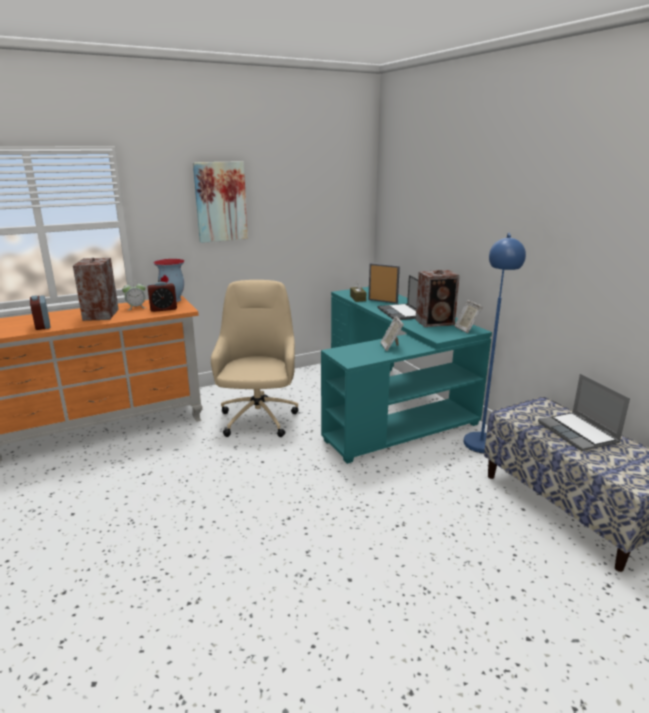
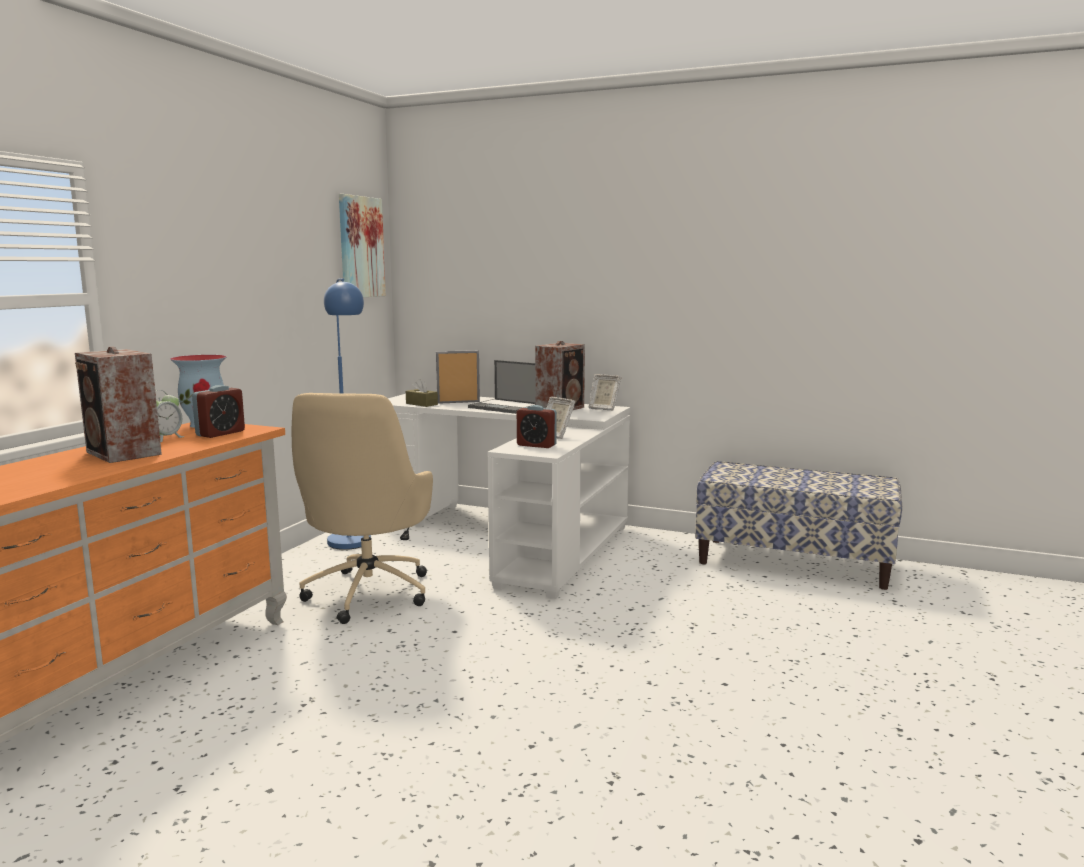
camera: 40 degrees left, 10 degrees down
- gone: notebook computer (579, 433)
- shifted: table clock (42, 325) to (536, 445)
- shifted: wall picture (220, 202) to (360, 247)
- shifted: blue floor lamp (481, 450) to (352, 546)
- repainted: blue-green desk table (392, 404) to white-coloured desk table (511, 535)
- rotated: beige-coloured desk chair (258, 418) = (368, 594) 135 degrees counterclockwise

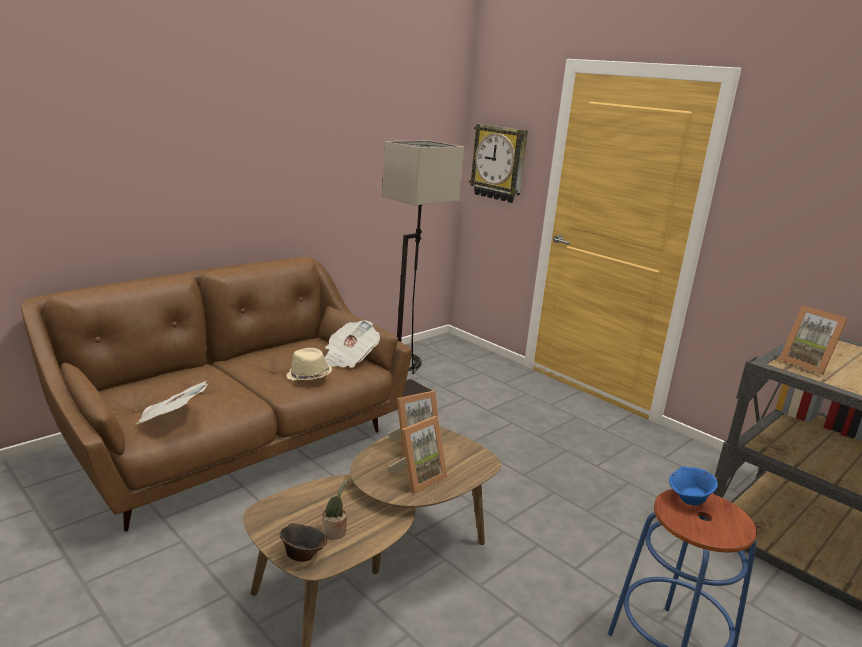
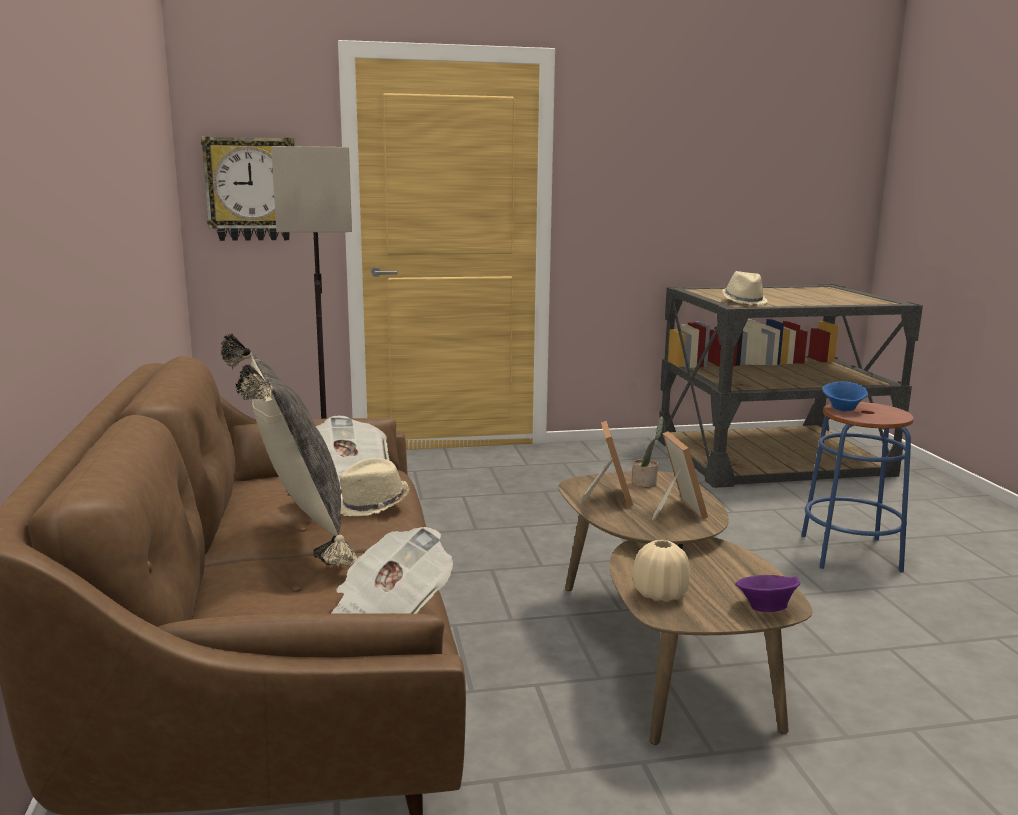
camera: 55 degrees left, 5 degrees down
- new: pillow (289, 543)
- new: beige-coloured flower vase (660, 594)
- shifted: potted plant (335, 532) to (646, 483)
- swapped: photo frame (806, 364) to beige-coloured hat (744, 301)
- repainted: brown-coloured deep dish (302, 555) to purple deep dish (764, 608)

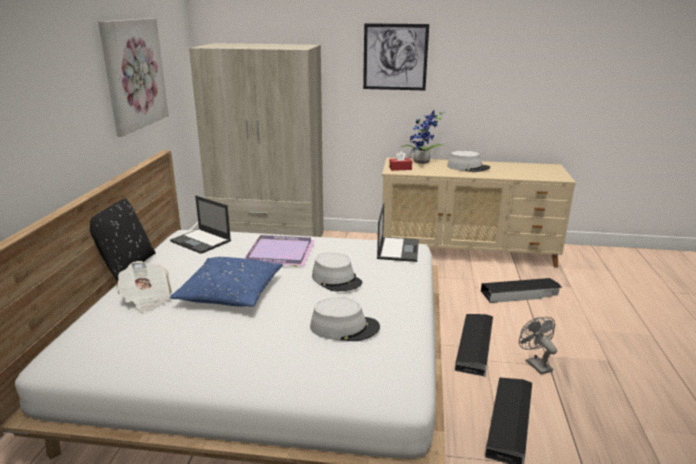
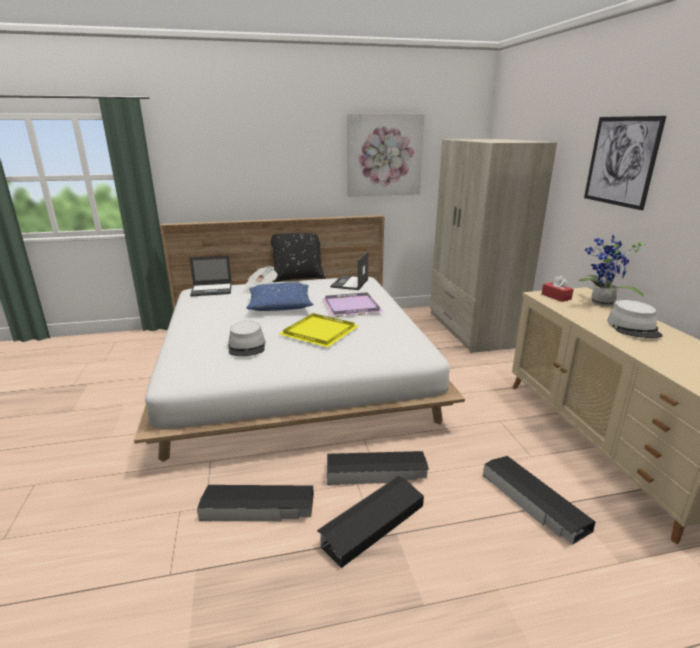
camera: 70 degrees right, 0 degrees up
- shifted: notebook computer (398, 249) to (212, 290)
- swapped: greyish hat (336, 280) to yellow carrying tray (321, 332)
- swapped: greyish fan (535, 364) to blackish storage container (372, 524)

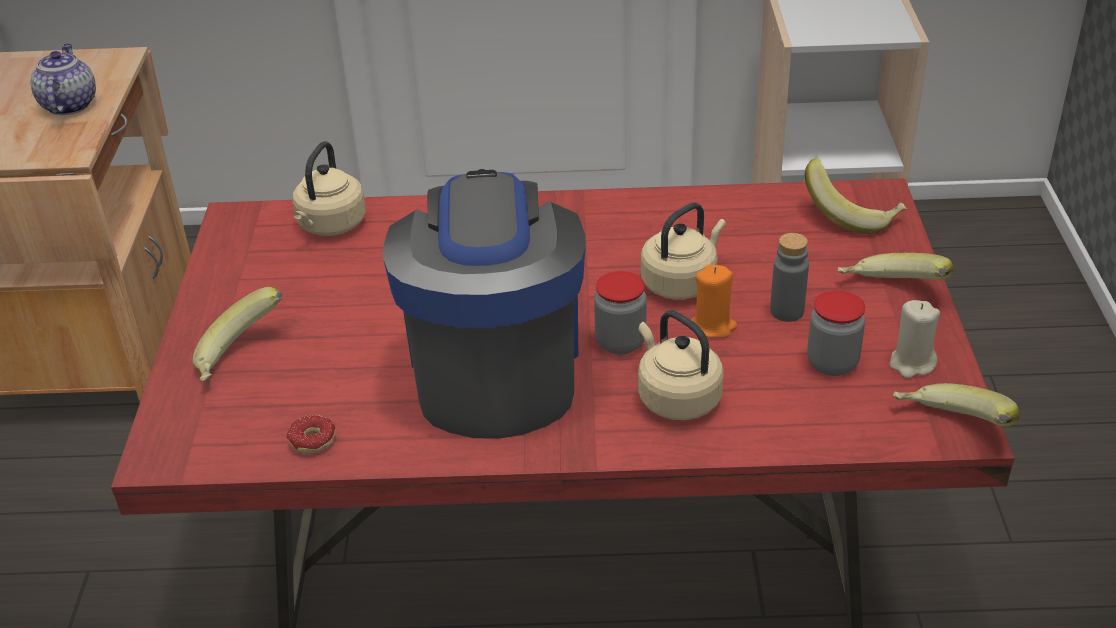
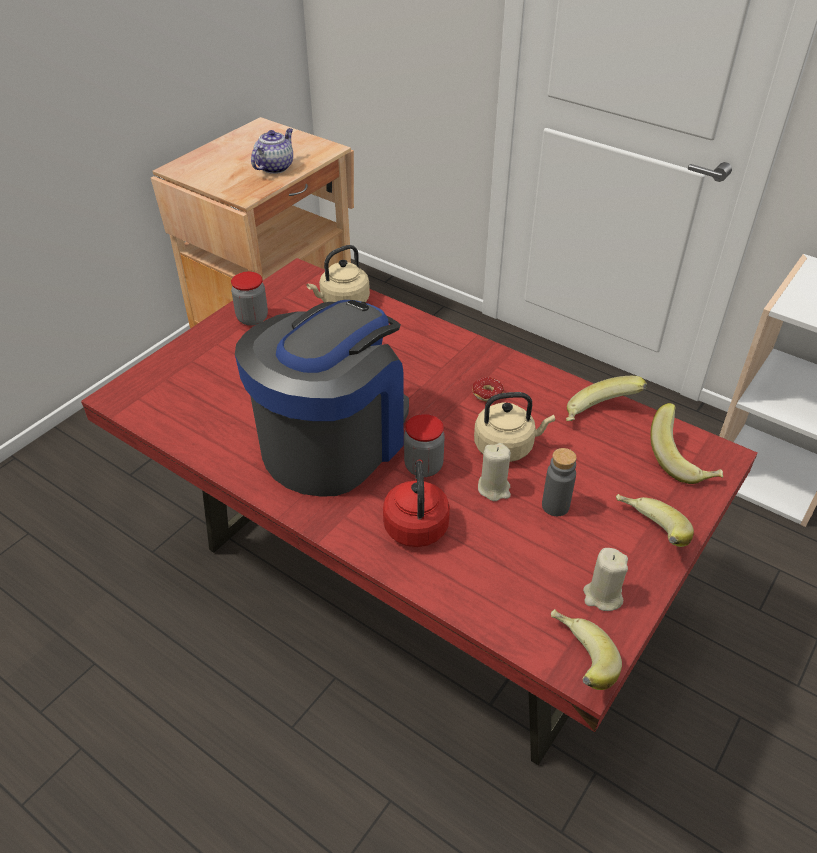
camera: 35 degrees right, 5 degrees up
- shifted: whole banana (241, 359) to (599, 416)
- shifted: donut (313, 447) to (485, 397)
- shifted: preserve jar (832, 363) to (252, 318)
- repainted: beige-coloured kettle (676, 398) to red-coloured kettle (416, 524)
- repainted: orangey candle (713, 326) to beige-coloured candle (494, 488)

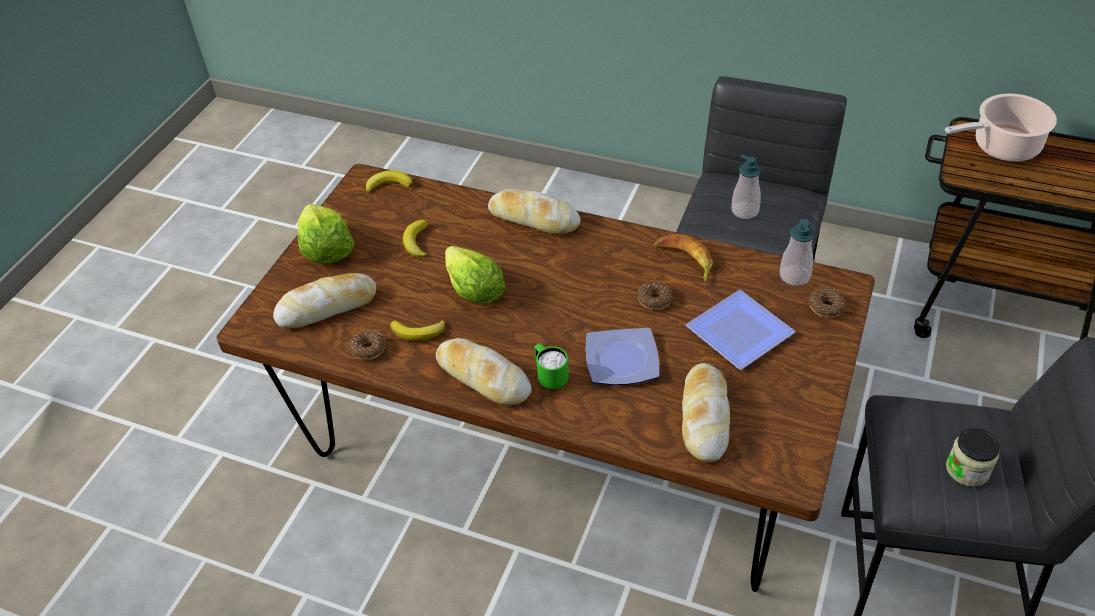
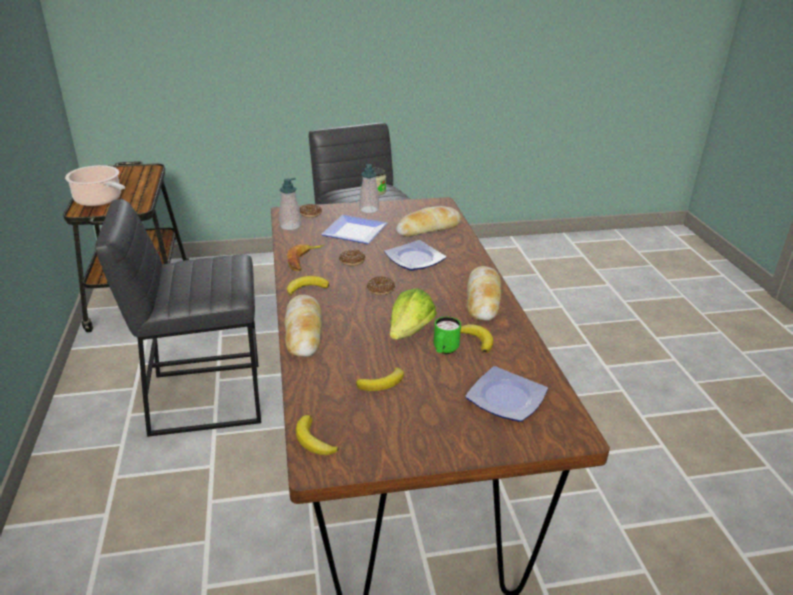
camera: 125 degrees left, 15 degrees down
- gone: head of lettuce (326, 249)
- new: whole banana (306, 288)
- shifted: donut (368, 349) to (381, 290)
- shifted: green tea mug (550, 378) to (444, 351)
- shifted: liquid soap bottle (745, 211) to (369, 209)
- swapped: bread (327, 307) to flat dish (504, 398)

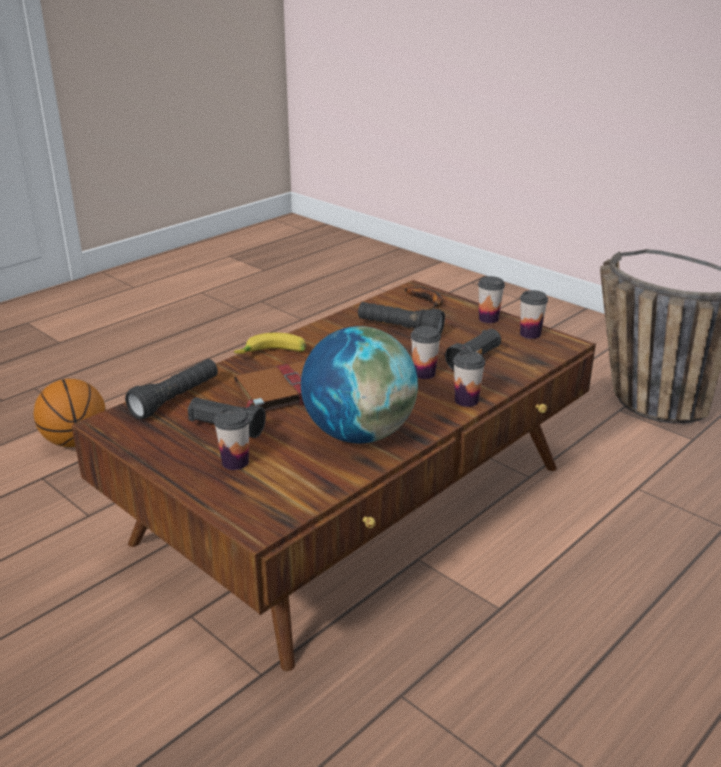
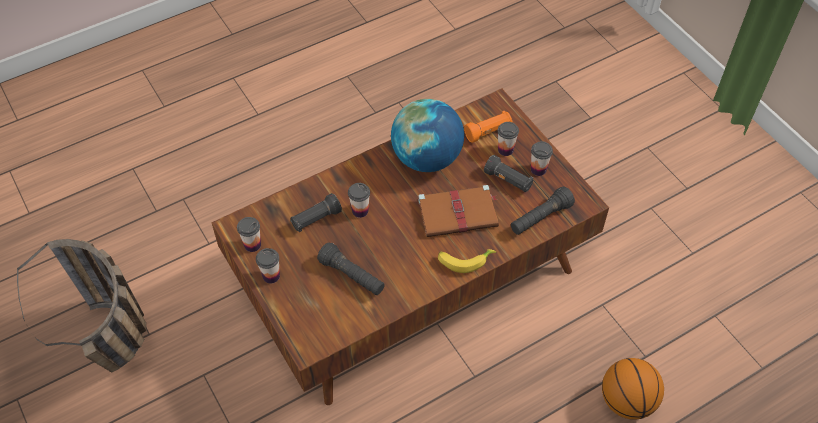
camera: 165 degrees left, 25 degrees up
- gone: whole banana (428, 302)
- new: orangey hand torch (488, 132)
- shifted: drinking cup (466, 400) to (538, 169)

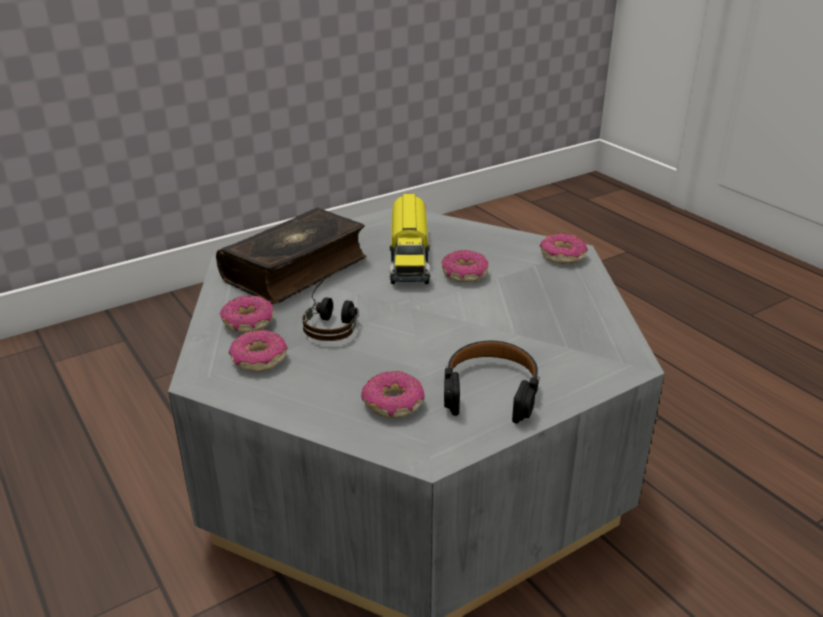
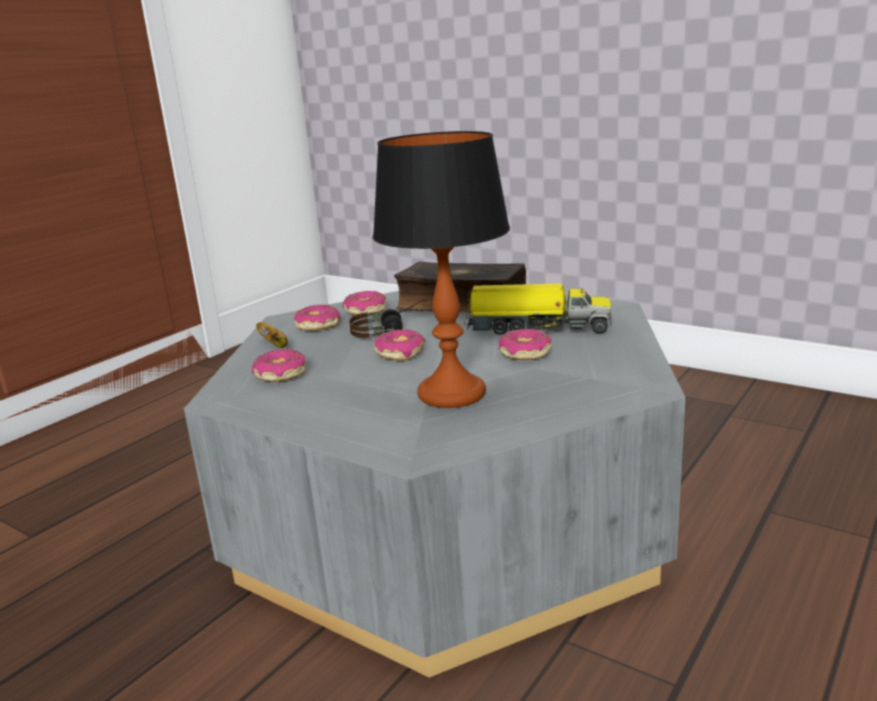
camera: 70 degrees right, 10 degrees down
- gone: blackish headphones (490, 390)
- new: whole banana (275, 345)
- new: tabletop lamp (453, 393)
- shifted: donut (562, 256) to (400, 353)
- rotated: toy truck (409, 254) = (537, 327) 150 degrees counterclockwise

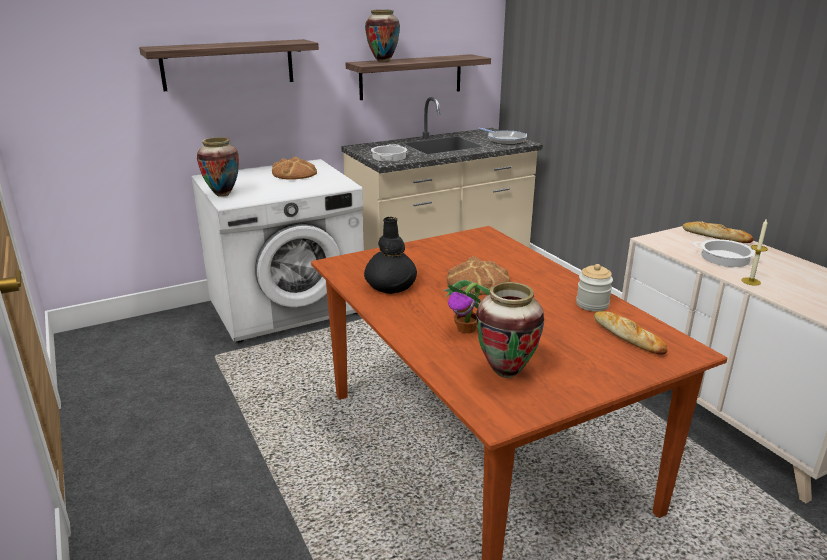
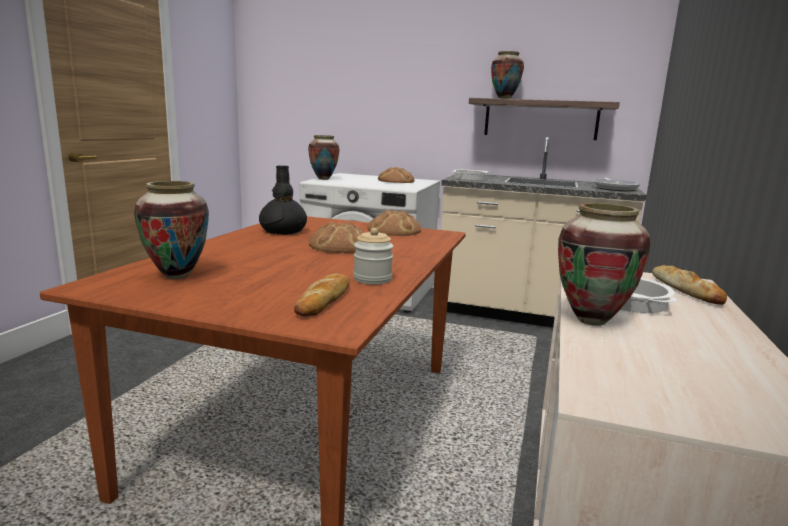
camera: 45 degrees right, 10 degrees down
- gone: wall shelf (228, 64)
- gone: potted plant (467, 329)
- new: bread (394, 230)
- swapped: candle (751, 281) to flower vase (591, 320)

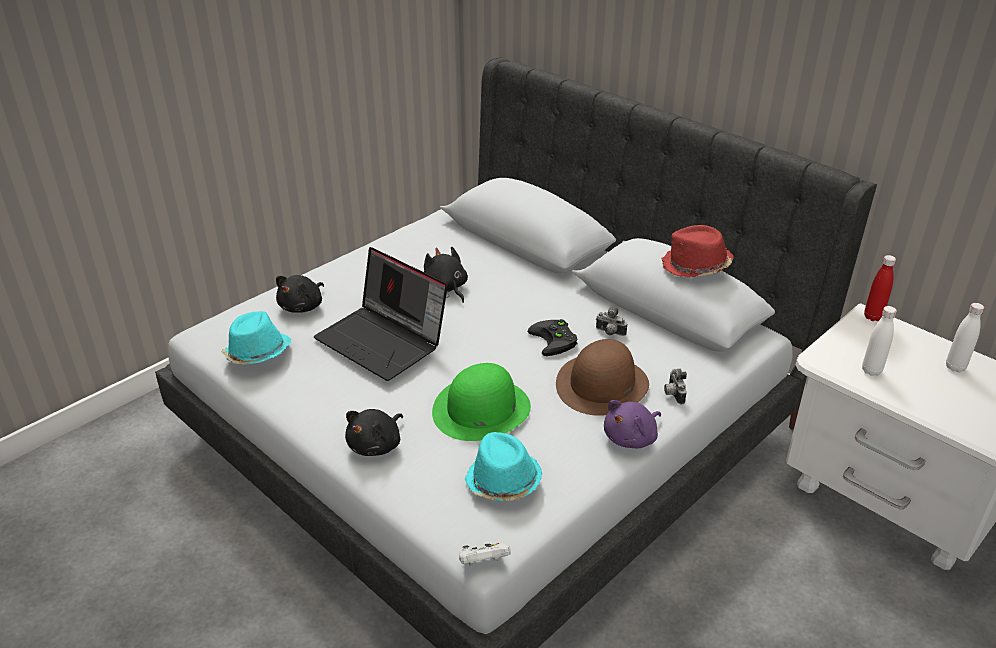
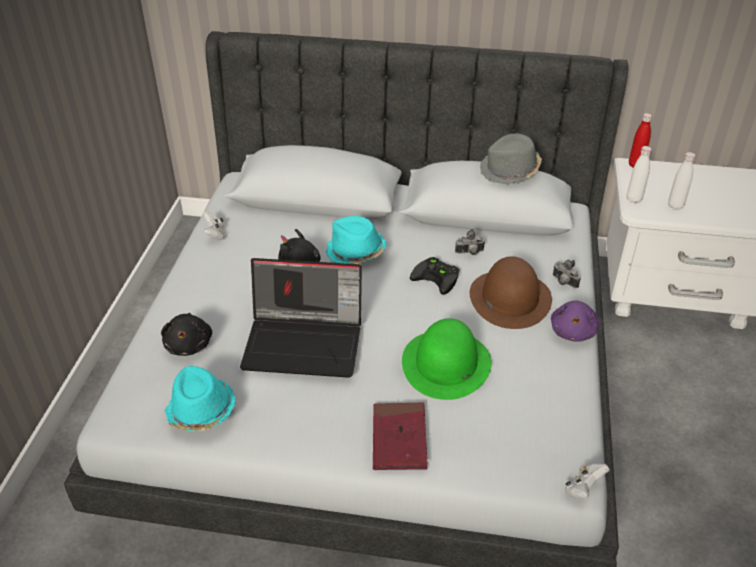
camera: 35 degrees left, 5 degrees up
- new: white-coloured gamepad (215, 234)
- shifted: blue-green hat (503, 482) to (355, 252)
- shifted: white-coloured drink bottle (955, 367) to (634, 199)
- swapped: blackish cuddly toy (376, 445) to red-coloured volume (399, 439)
- repainted: red-coloured hat (695, 266) to greyish hat (510, 171)

